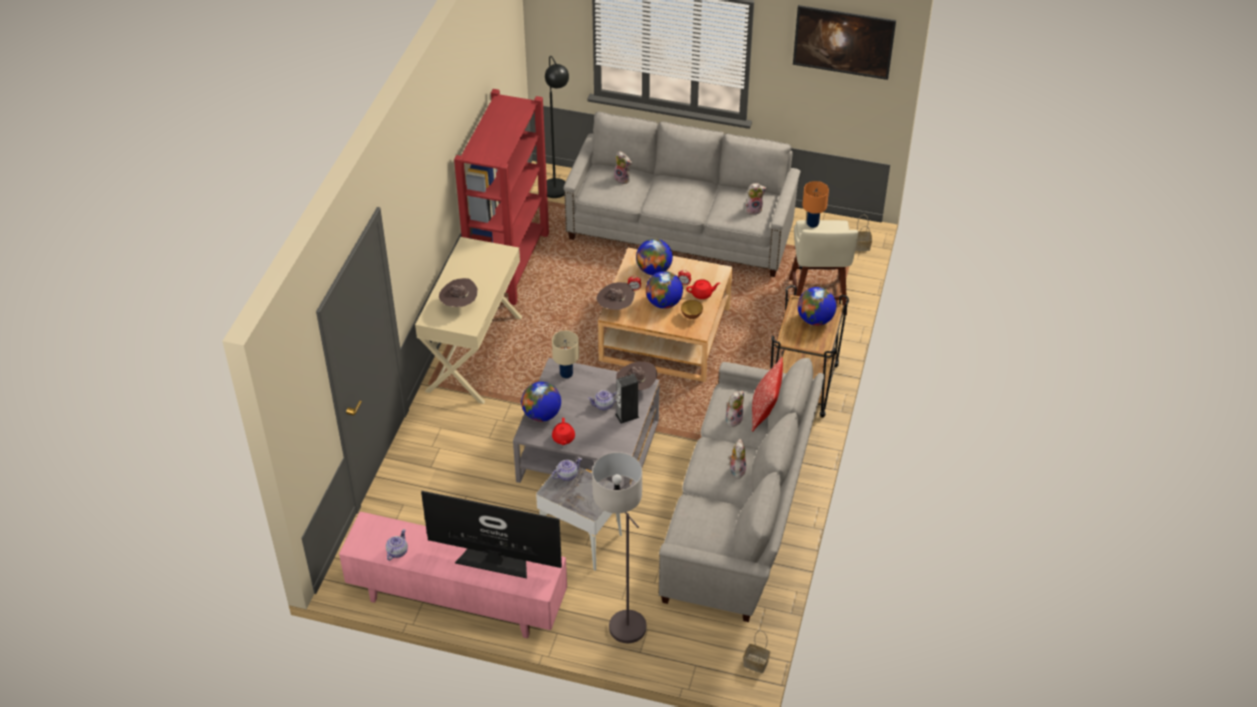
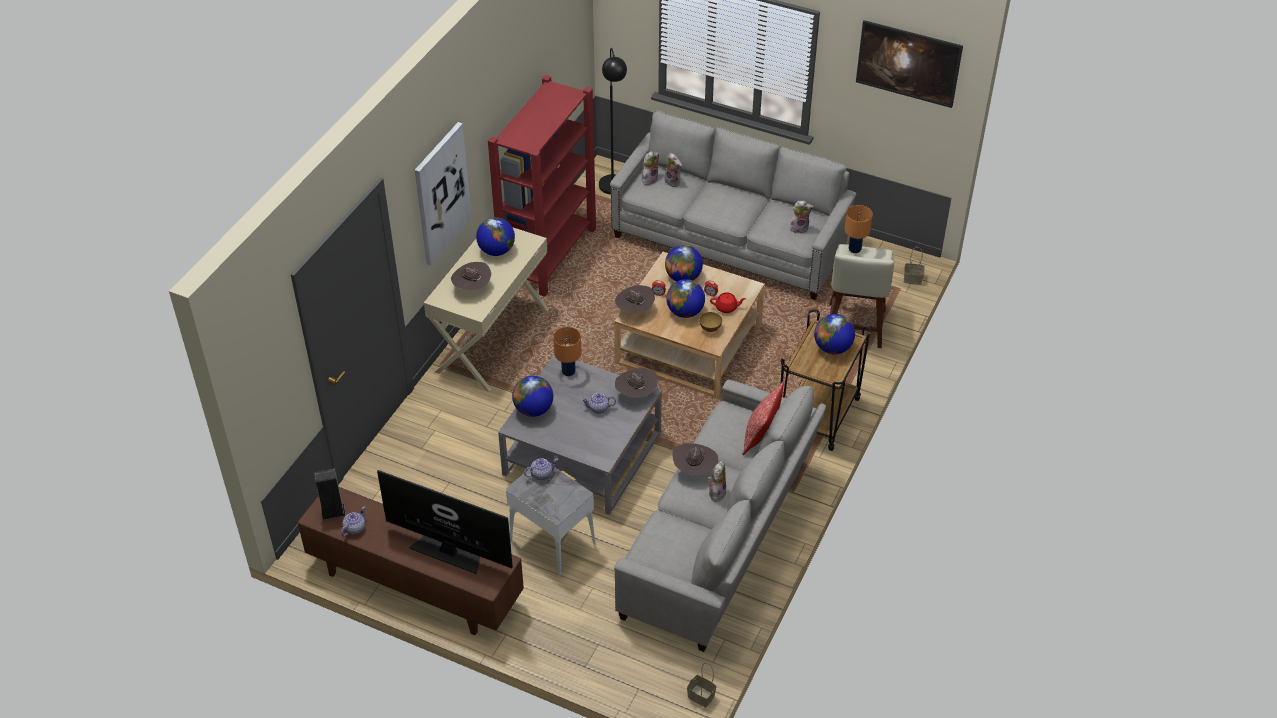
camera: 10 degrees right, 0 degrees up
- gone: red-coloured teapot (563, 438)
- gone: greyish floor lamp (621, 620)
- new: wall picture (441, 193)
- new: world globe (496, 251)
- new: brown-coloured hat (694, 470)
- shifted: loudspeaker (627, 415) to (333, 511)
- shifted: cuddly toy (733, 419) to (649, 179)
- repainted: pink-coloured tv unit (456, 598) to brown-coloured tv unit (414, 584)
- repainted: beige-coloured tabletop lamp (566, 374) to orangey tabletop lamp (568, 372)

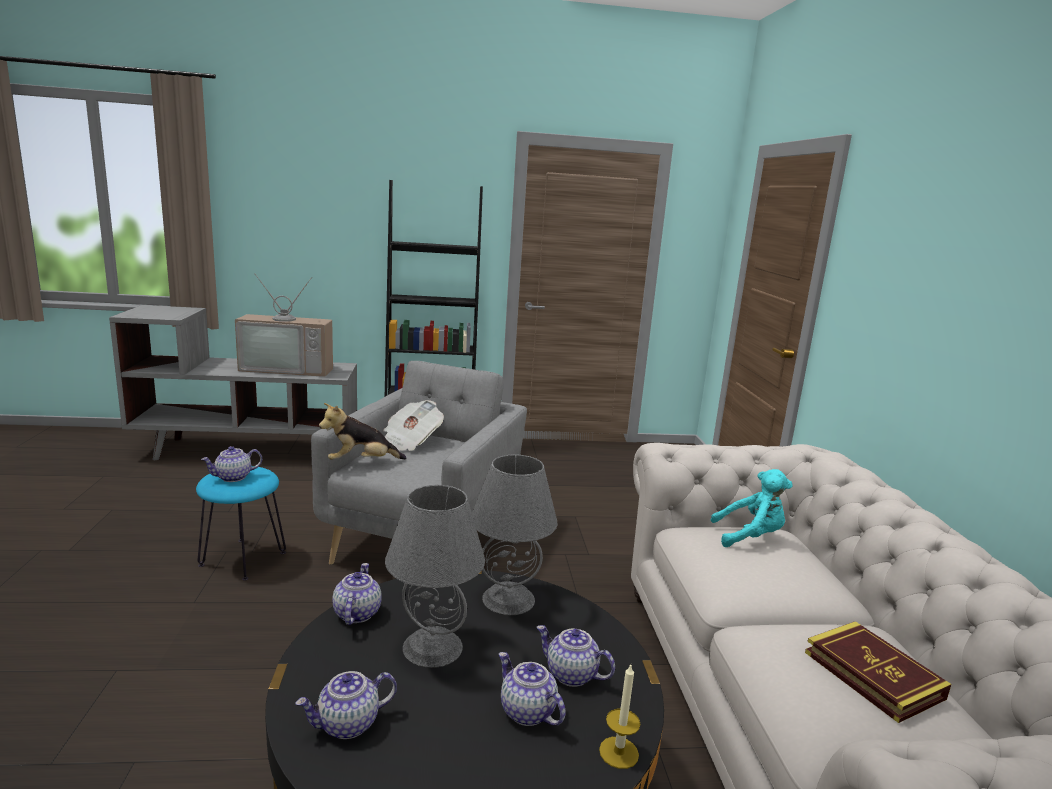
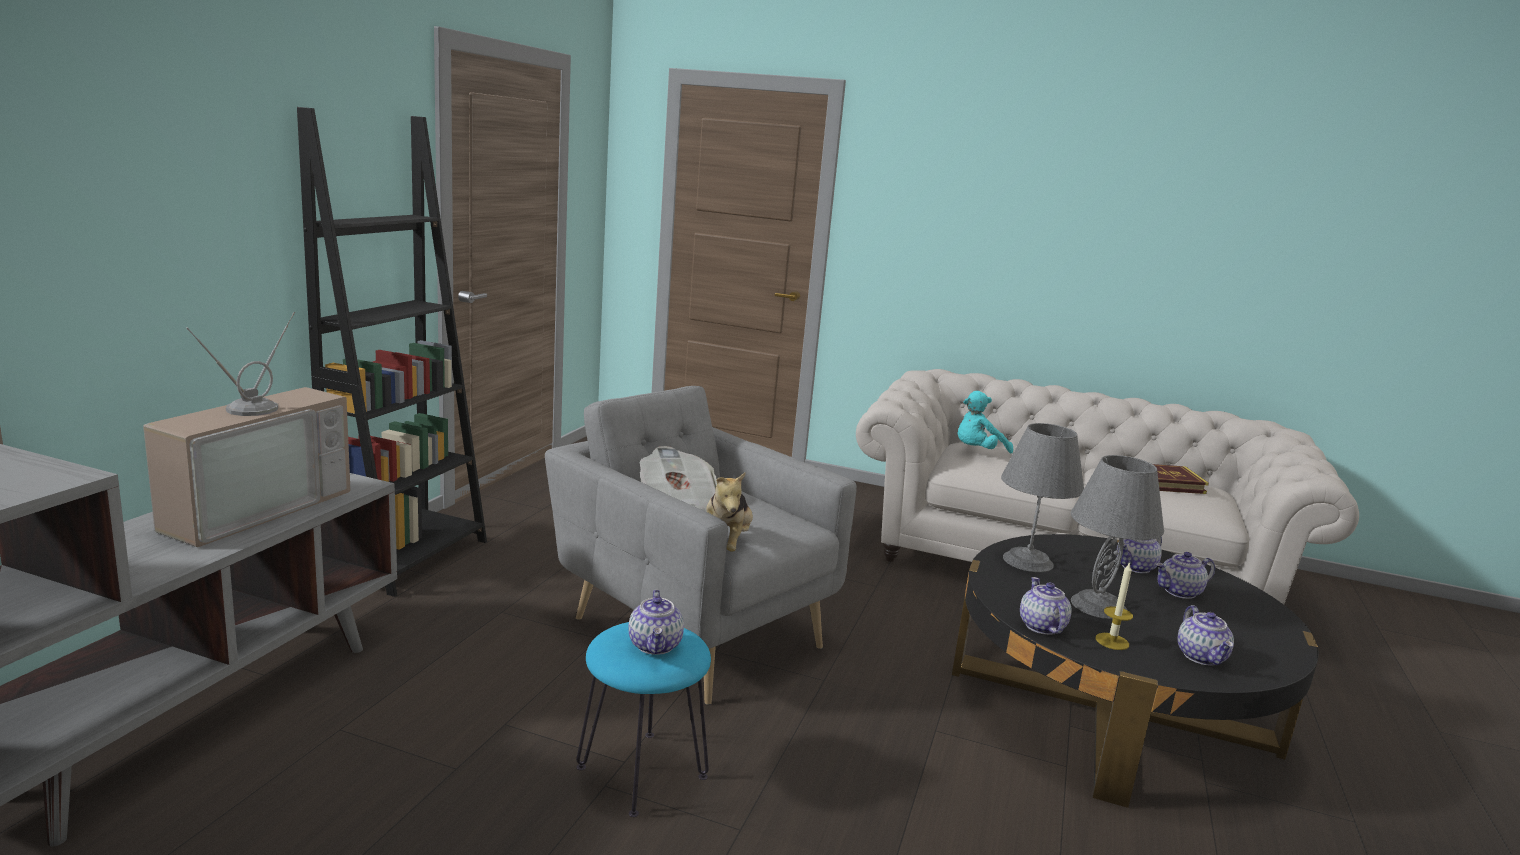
camera: 65 degrees left, 0 degrees up
- shifted: candle (619, 752) to (1112, 641)
- rotated: teapot (356, 613) = (1041, 626) 60 degrees clockwise
- rotated: blue-green cuddly toy (750, 537) = (977, 452) 150 degrees counterclockwise

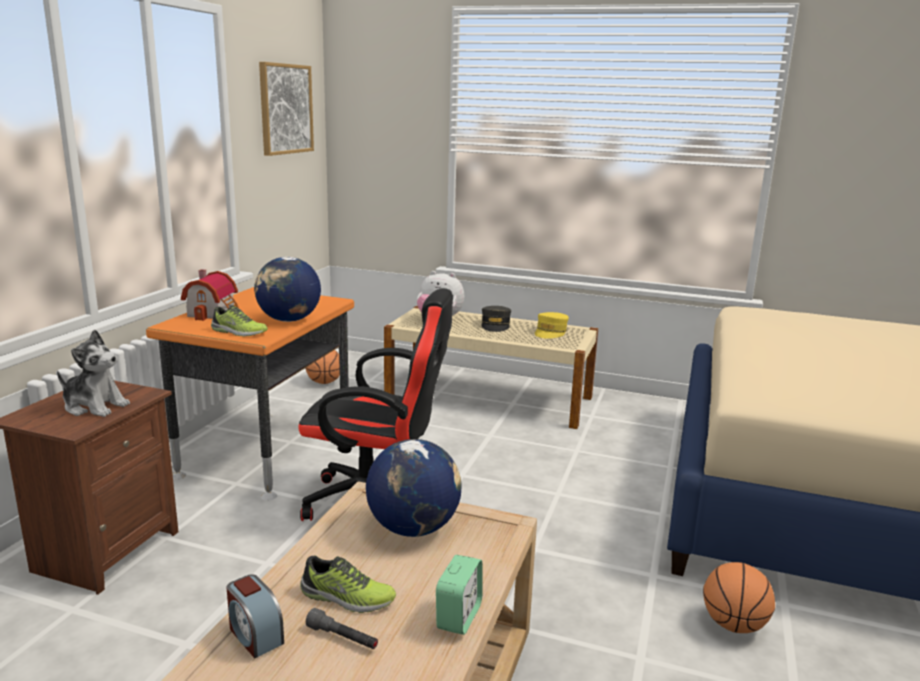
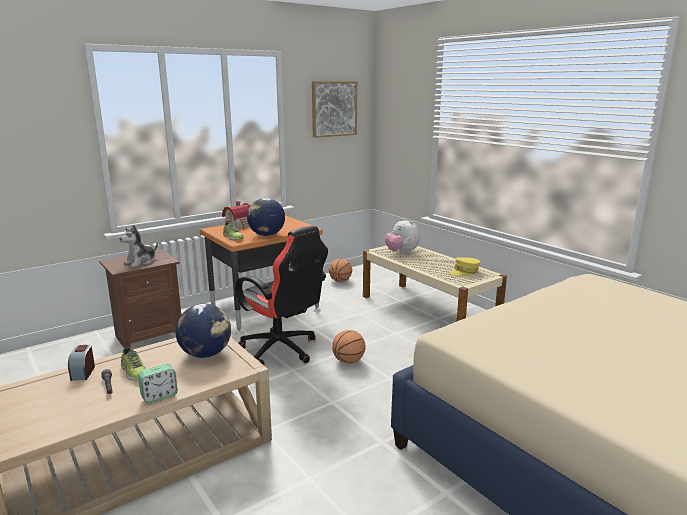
camera: 35 degrees right, 0 degrees up
- gone: greyish baseball cap (495, 325)
- shifted: ball for basketball (733, 625) to (348, 361)
- rotated: cuddly toy (95, 406) = (141, 262) 75 degrees clockwise

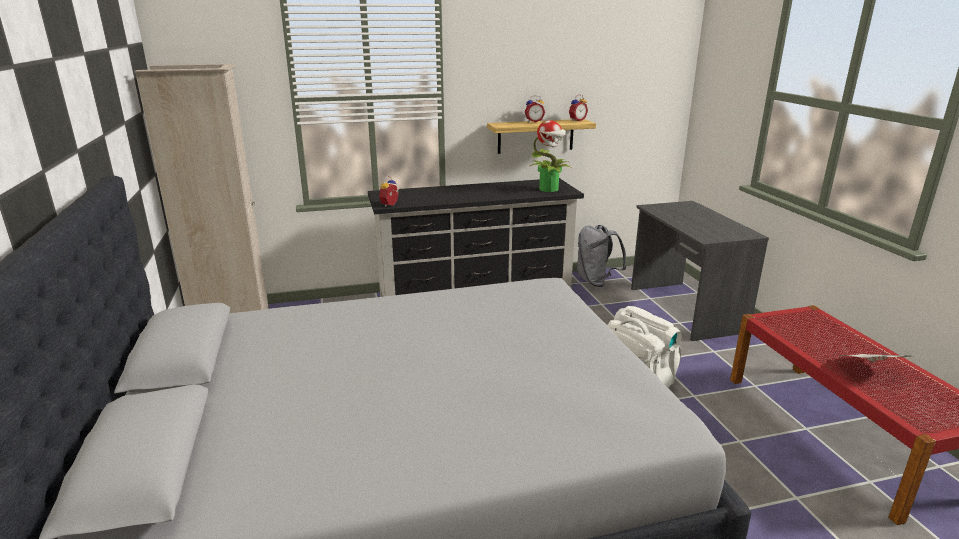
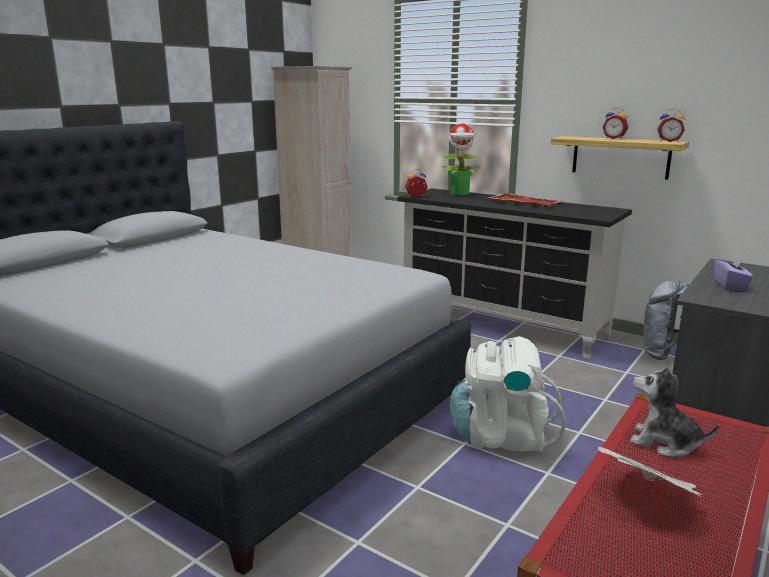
camera: 50 degrees right, 5 degrees down
- new: red-coloured carrying tray (524, 202)
- new: cuddly toy (664, 443)
- new: purple box of tissues (730, 285)
- shifted: potted plant (549, 189) to (460, 193)

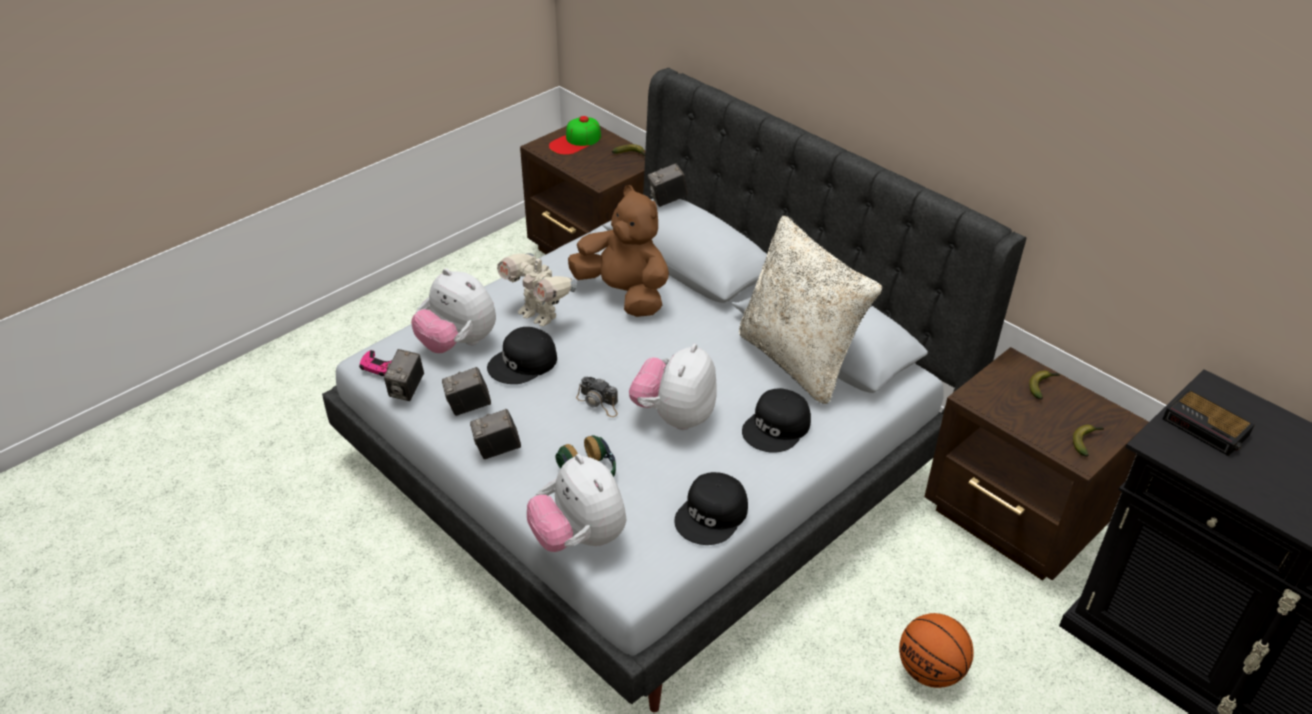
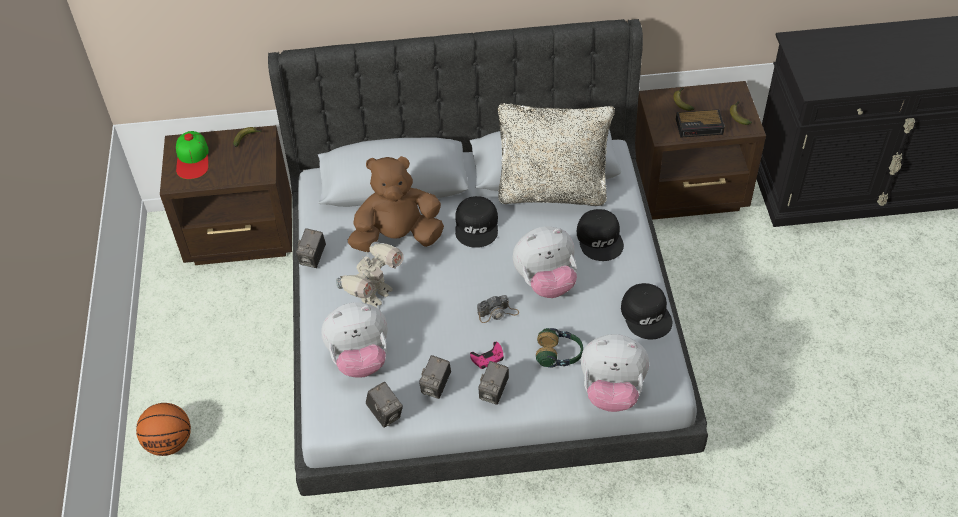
camera: 50 degrees left, 10 degrees up
- shifted: pink-coloured gamepad (378, 366) to (488, 357)
- shifted: blackish baseball cap (523, 363) to (477, 226)
- shifted: still camera (667, 200) to (313, 258)
- shifted: ball for basketball (930, 671) to (169, 442)
- shifted: table clock (1207, 428) to (700, 126)
- rotated: model robot (539, 315) = (374, 295) 45 degrees counterclockwise
- rotated: cuddly toy (674, 416) = (546, 282) 75 degrees counterclockwise

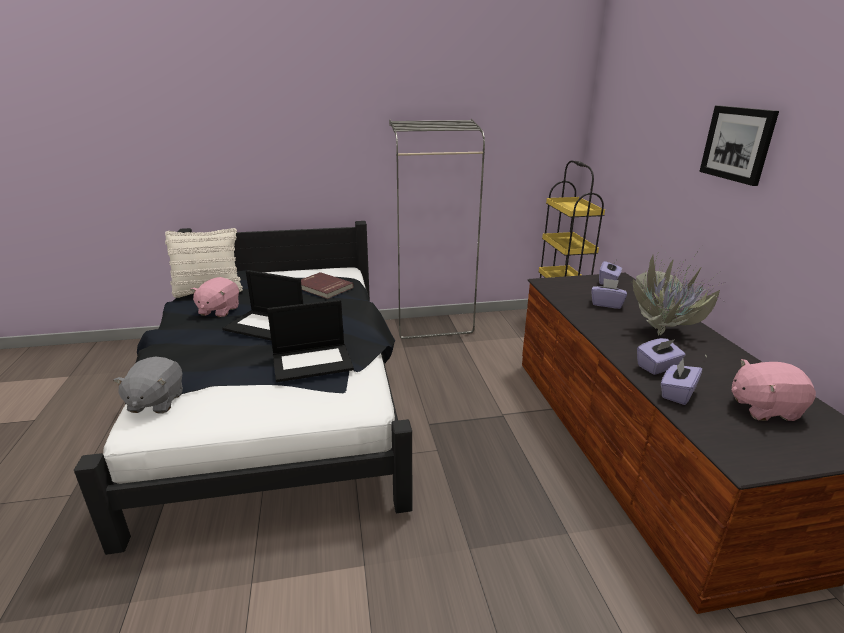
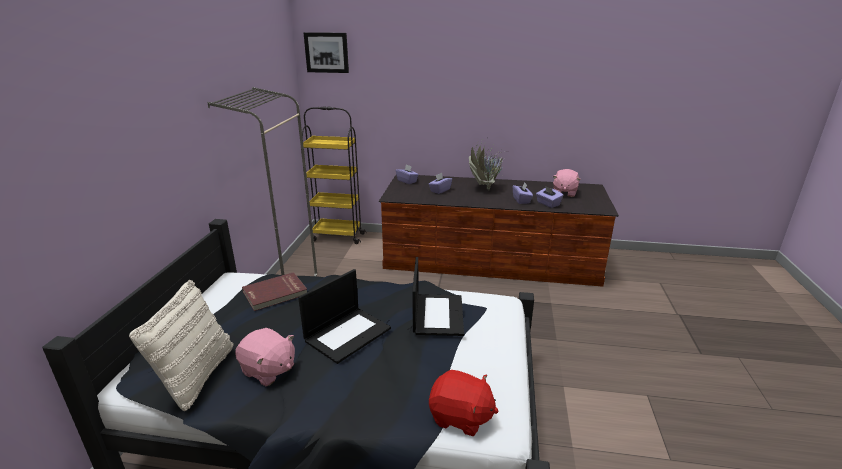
camera: 70 degrees left, 0 degrees up
- shifted: wall picture (738, 144) to (327, 52)
- repainted: greyish cuddly toy (156, 402) to red-coloured cuddly toy (460, 417)

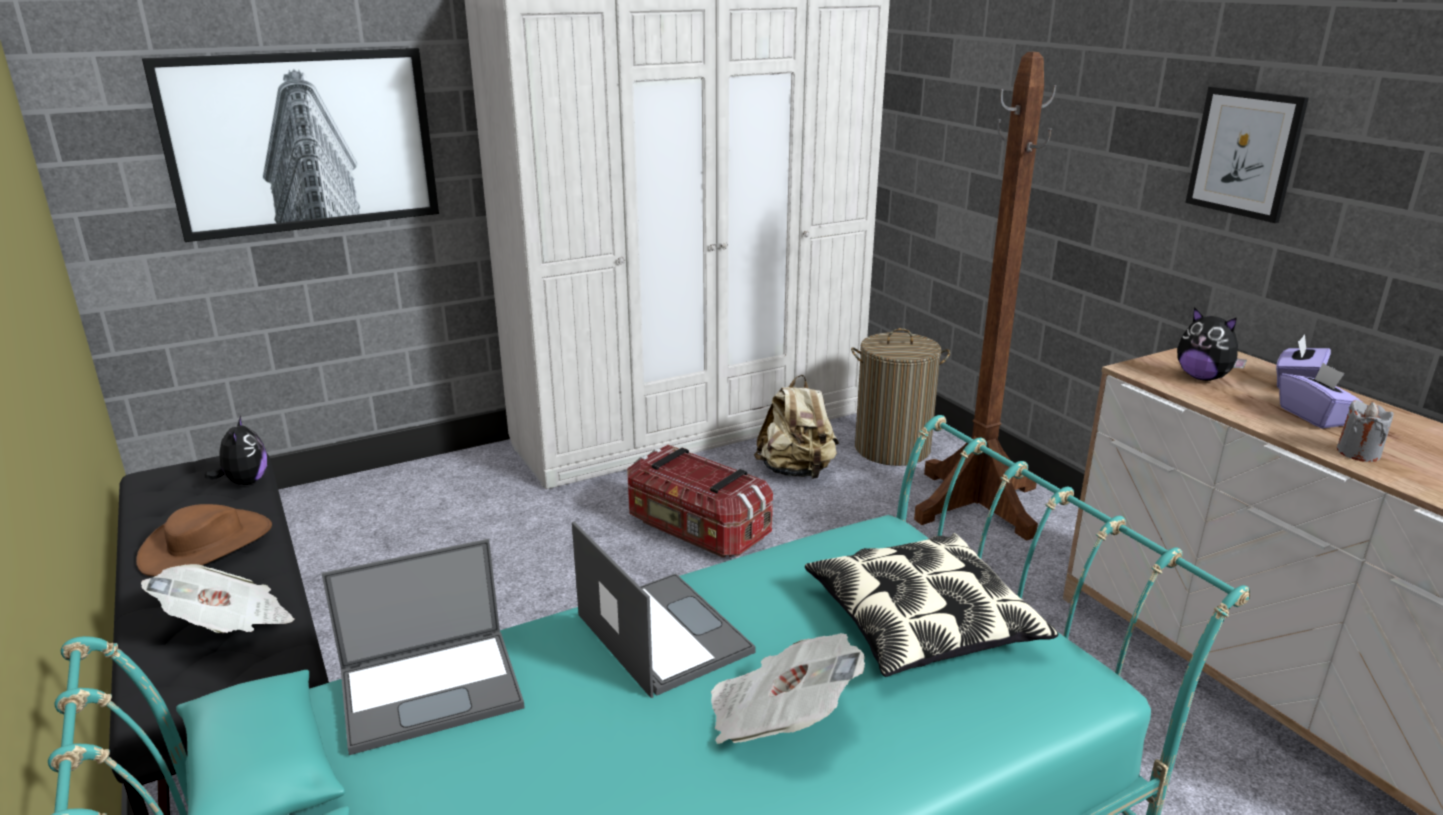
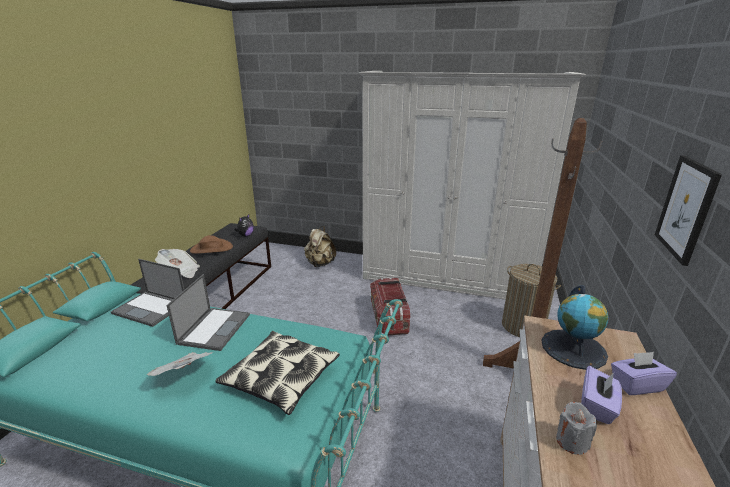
camera: 45 degrees right, 0 degrees up
- gone: wall picture (303, 142)
- shifted: beige-coloured rucksack (796, 472) to (320, 264)
- swapped: cuddly toy (1203, 377) to world globe (573, 348)

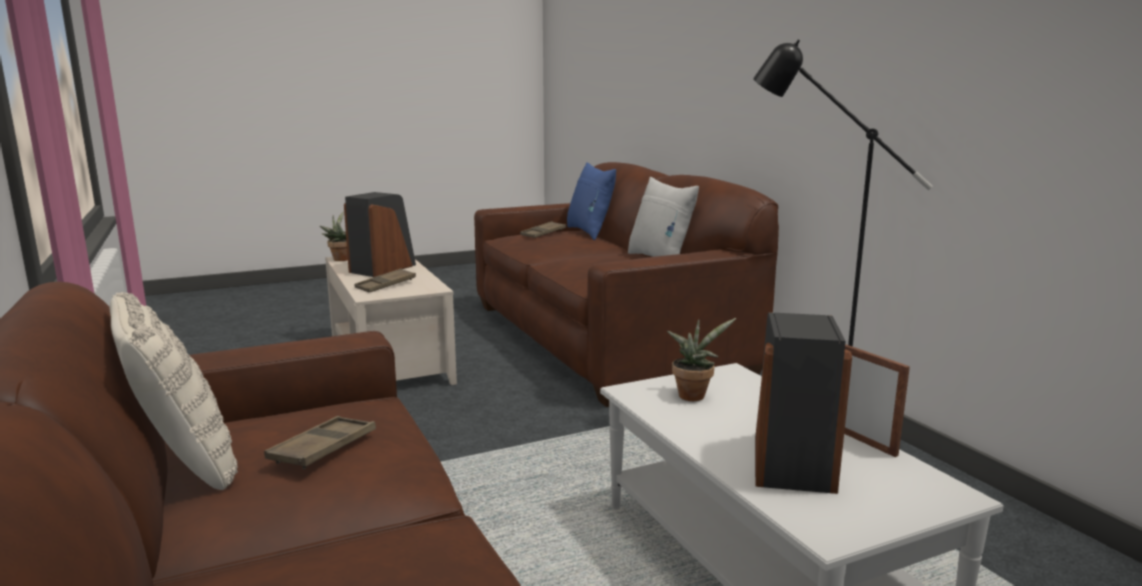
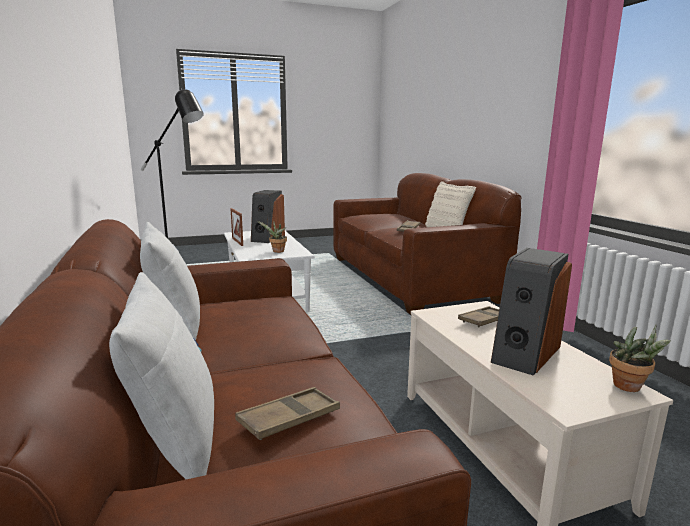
camera: 175 degrees left, 0 degrees up
- repainted: blue pillow (590, 233) to greyish pillow (175, 441)

